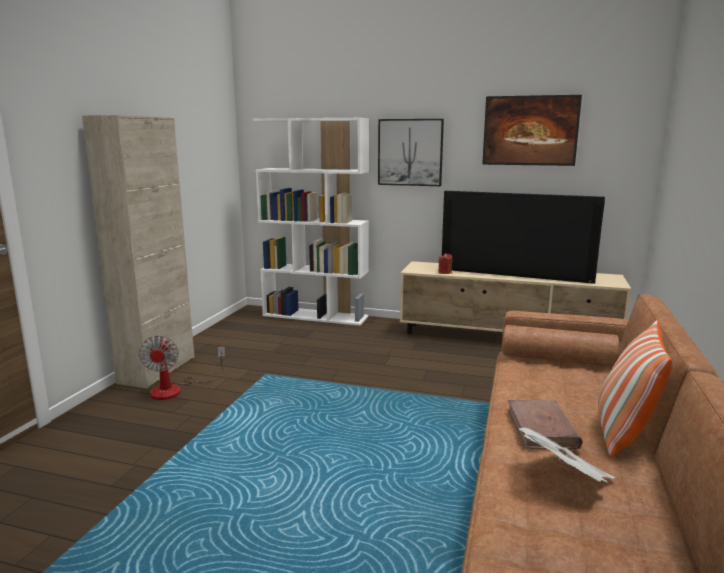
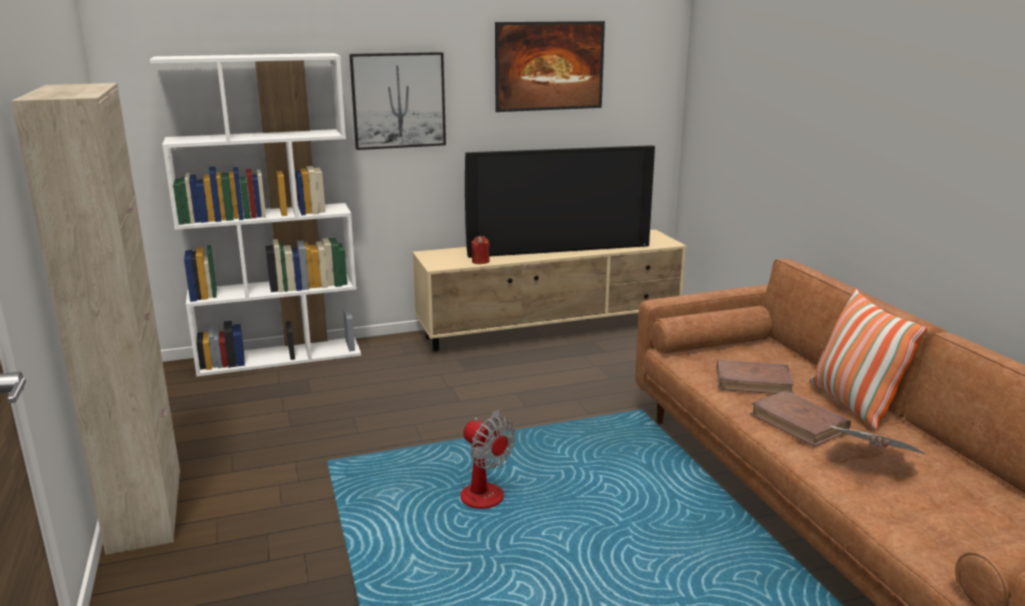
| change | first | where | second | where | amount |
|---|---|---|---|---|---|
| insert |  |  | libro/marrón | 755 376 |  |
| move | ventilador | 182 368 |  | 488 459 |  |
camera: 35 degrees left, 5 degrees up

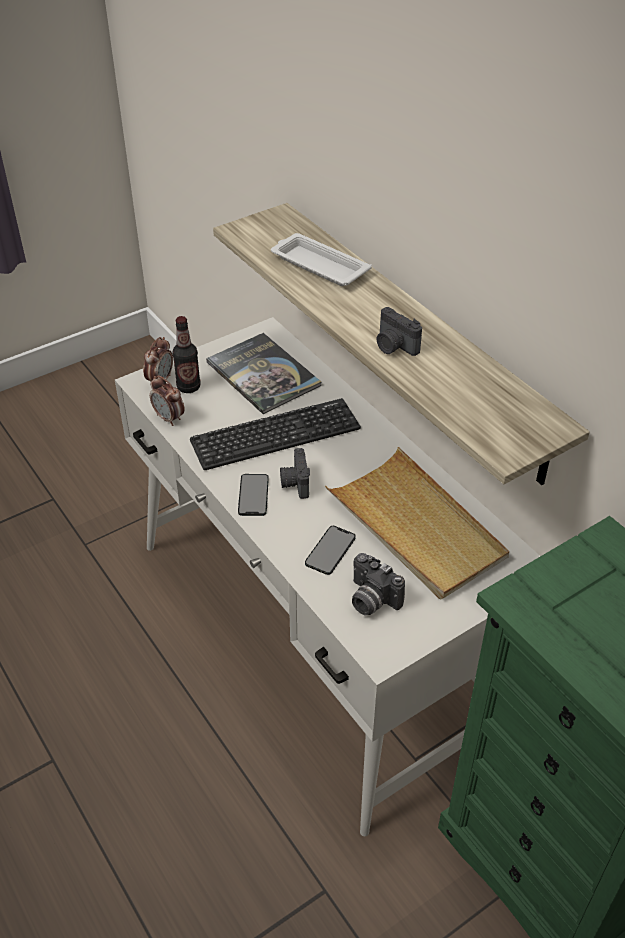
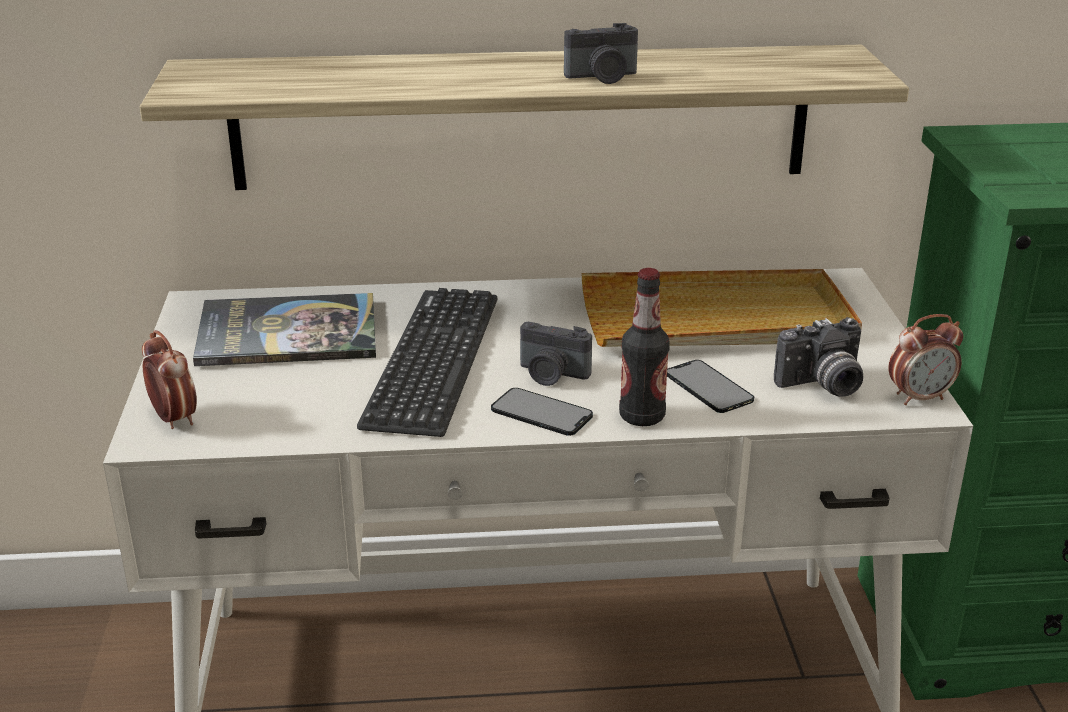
| change | first | where | second | where | amount |
|---|---|---|---|---|---|
| delete | bandeja/blanco | 321 259 |  |  |  |
| move | despertador | 167 400 |  | 925 359 |  |
| move | botella | 186 354 |  | 644 347 |  |
camera: 60 degrees left, 15 degrees down

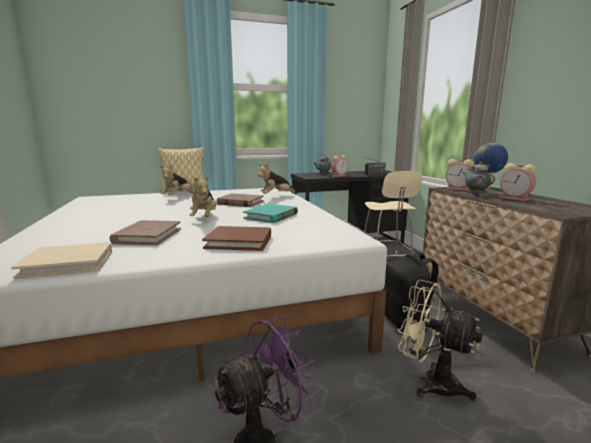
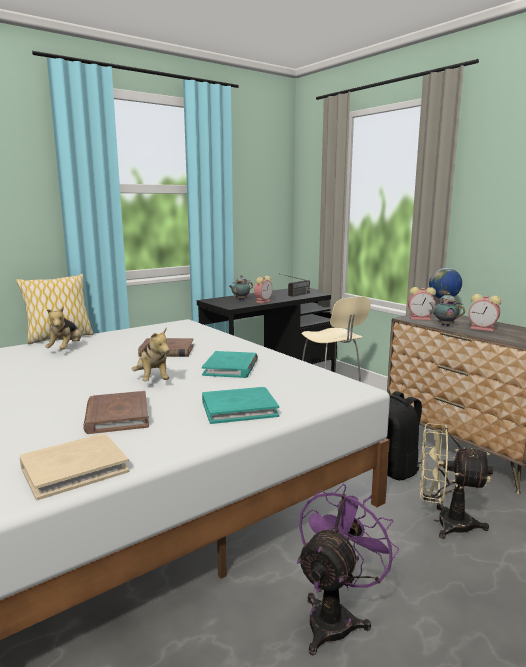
| change | first | where | second | where | amount |
|---|---|---|---|---|---|
| delete | peluche | 277 178 |  |  |  |
| recolor | libro/marrón | 236 238 | libro/turquesa | 240 405 |  |
camera: 20 degrees left, 0 degrees up

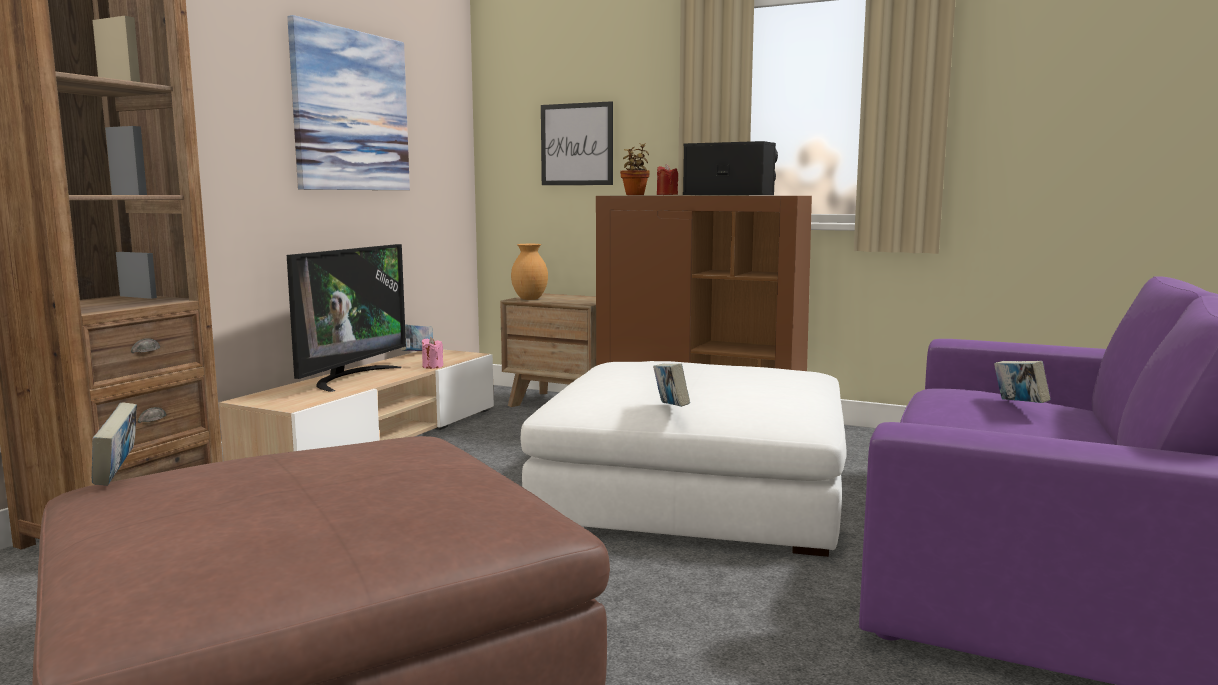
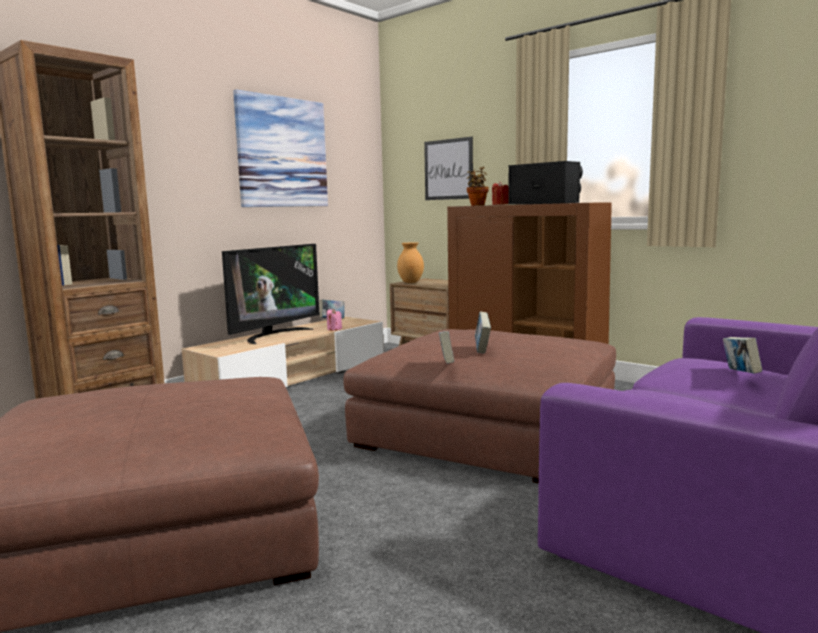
| change | first | where | second | where | amount |
|---|---|---|---|---|---|
| move | libro | 114 444 |  | 483 332 |  |
| recolor | puf/blanco | 684 459 | puf/marrón | 480 406 |  |
camera: 15 degrees right, 0 degrees up

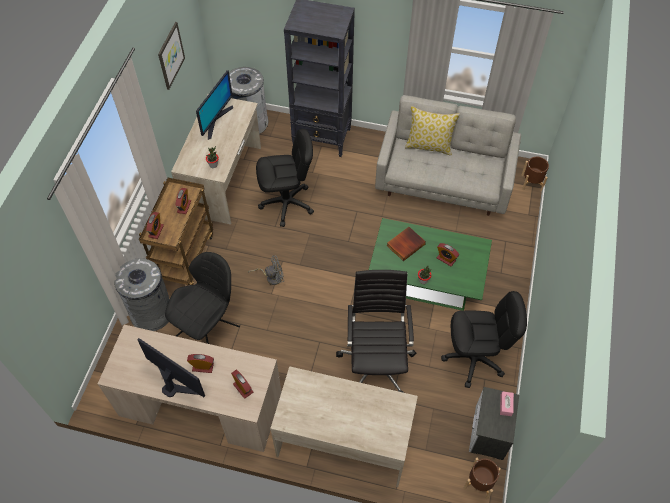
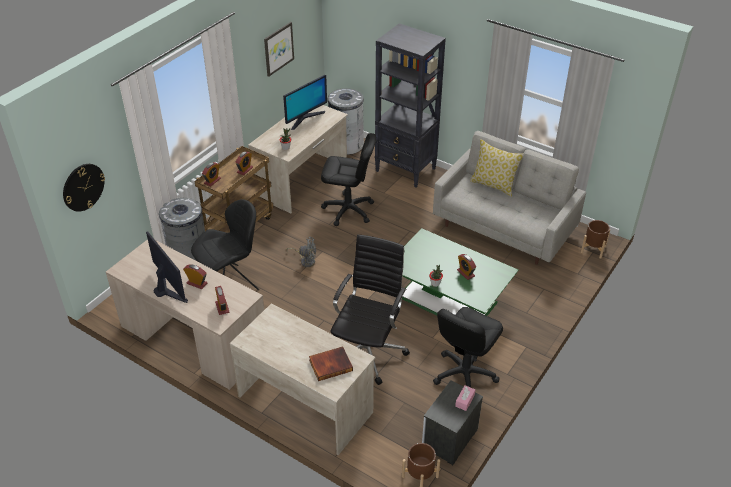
| change | first | where | second | where | amount |
|---|---|---|---|---|---|
| insert |  |  | reloj de pared | 84 188 |  |
| move | libro | 406 244 |  | 331 363 |  |
| rotate | silla de oficina/negro | 484 339 |  | 468 347 | 105 degrees clockwise |
camera: 20 degrees right, 15 degrees down

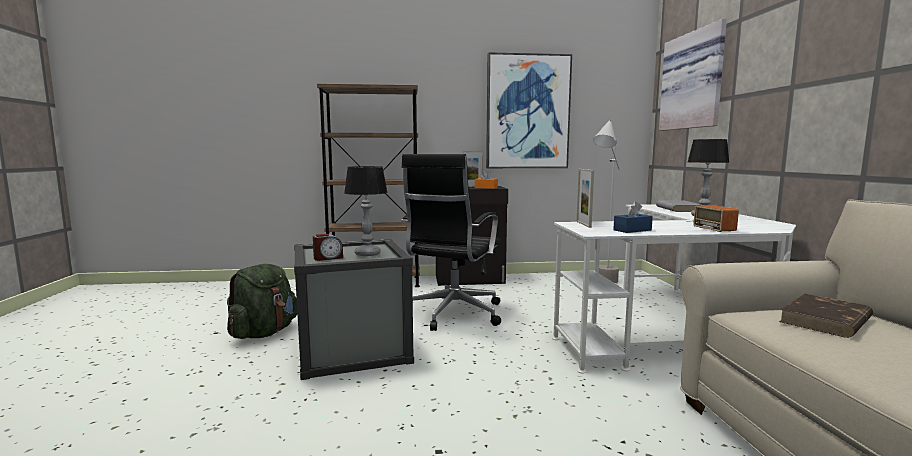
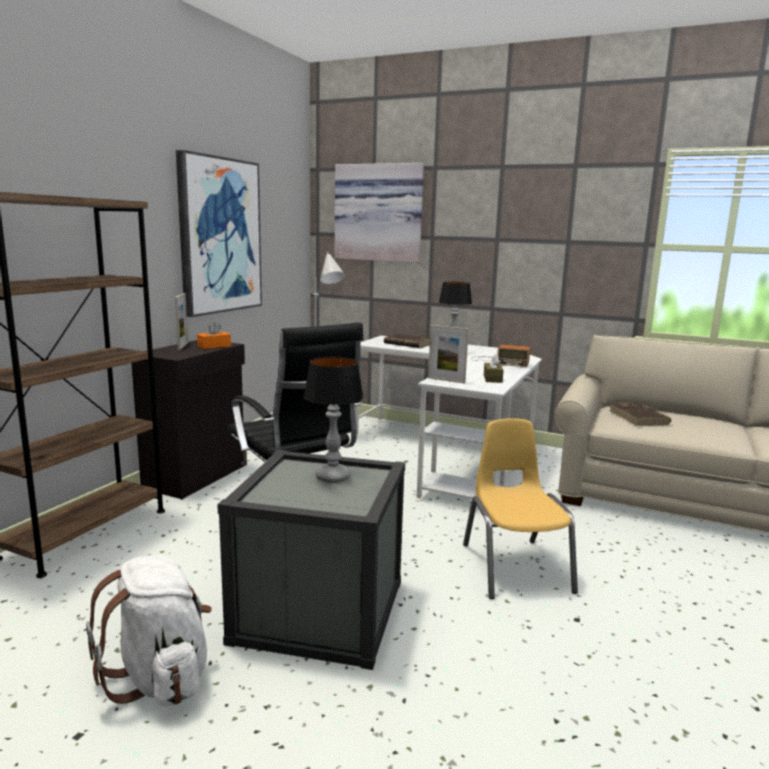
| change | first | where | second | where | amount |
|---|---|---|---|---|---|
| delete | despertador | 328 247 |  |  |  |
| insert |  |  | silla/amarillo | 520 508 |  |
| recolor | mochila/verde | 262 301 | mochila/blanco | 149 630 |  |
| recolor | caja de pañuelos/azul | 633 217 | caja de pañuelos/marrón | 494 368 |  |
| recolor | libro/gris | 678 206 | libro/marrón | 407 341 |  |
camera: 60 degrees left, 5 degrees up

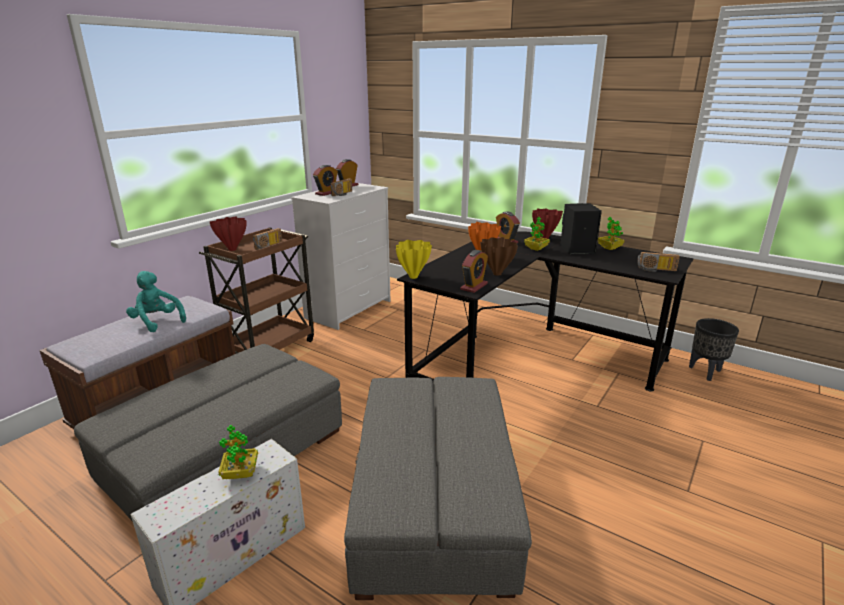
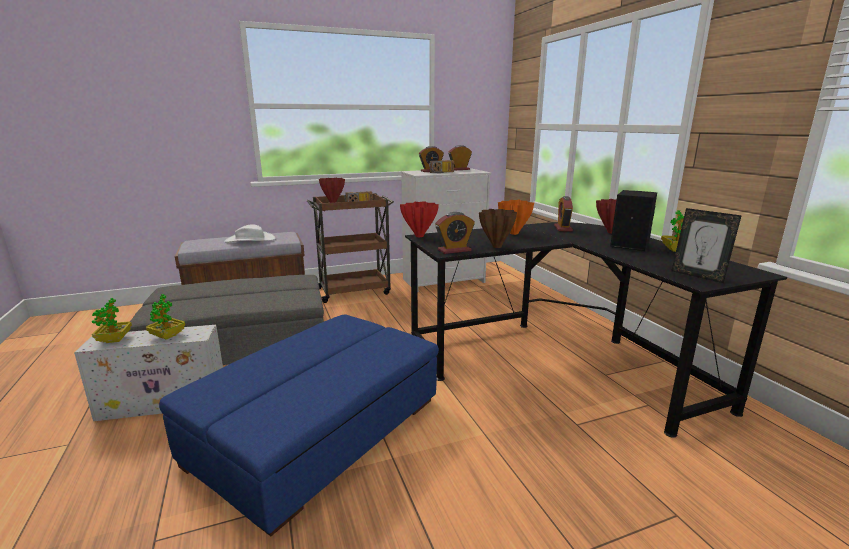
| change | first | where | second | where | amount |
|---|---|---|---|---|---|
| delete | maceta/negro | 714 349 |  |  |  |
| move | planta en maceta | 537 234 |  | 112 320 |  |
| replace | peluche/turquesa | 156 301 | sombrero/blanco | 250 233 |  |
| replace | radio | 658 262 | portarretratos | 706 245 |  |
| recolor | puf/gris | 438 488 | puf/azul | 299 425 |  |
| recolor | florero/amarillo | 414 259 | florero/rojo | 419 219 |  |
camera: 35 degrees right, 5 degrees down

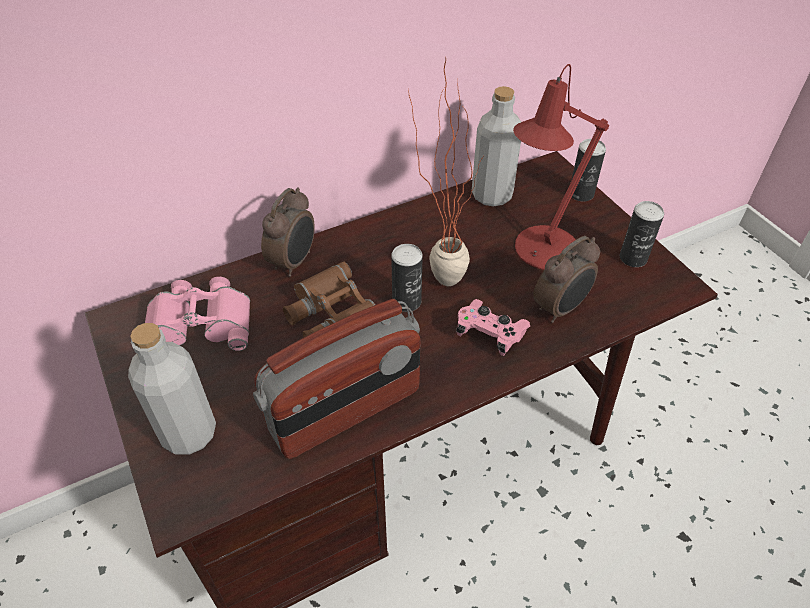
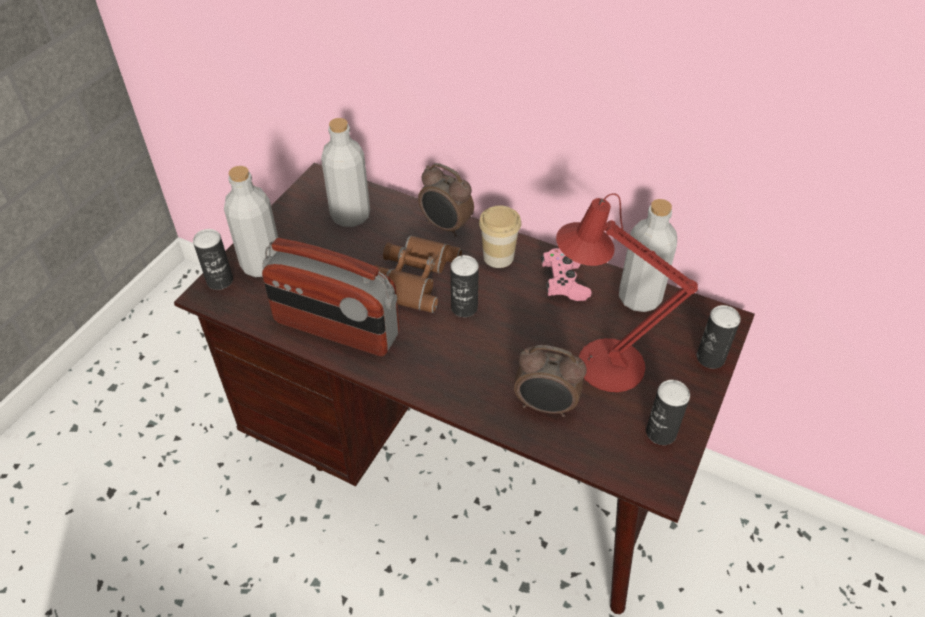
| change | first | where | second | where | amount |
|---|---|---|---|---|---|
| delete | planta en maceta | 445 171 |  |  |  |
| insert |  |  | lata | 213 259 |  |
| insert |  |  | taza | 500 236 |  |
| move | mando de consola/rosa | 493 327 |  | 566 274 |  |
| replace | prismáticos/rosa | 197 314 | botella/gris | 345 172 |  |
| rotate | despertador | 288 232 |  | 446 200 | 45 degrees clockwise |
camera: 55 degrees right, 0 degrees up

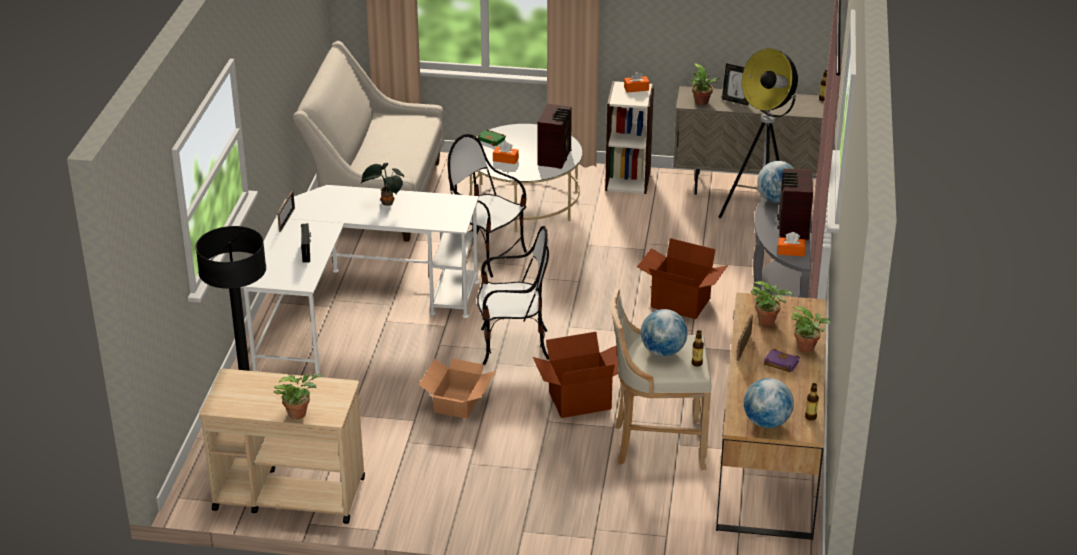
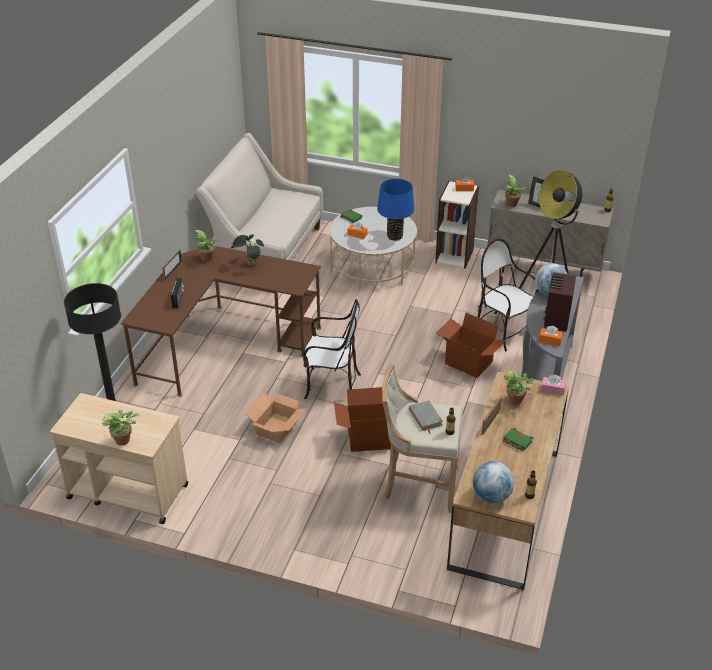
| change | first | where | second | where | amount |
|---|---|---|---|---|---|
| insert |  |  | caja de pañuelos/rosa | 553 385 |  |
| move | silla | 487 205 |  | 508 295 |  |
| move | planta en maceta | 810 329 |  | 205 246 |  |
| replace | radio | 554 136 | lámpara de mesa/azul | 395 210 |  |
| replace | globo terráqueo | 664 332 | libro/gris | 426 417 |  |
| recolor | escritorio/blanco | 360 279 | escritorio/marrón | 221 321 |  |
| recolor | libro/morado | 782 360 | libro/verde | 518 439 |  |
camera: 10 degrees right, 5 degrees up

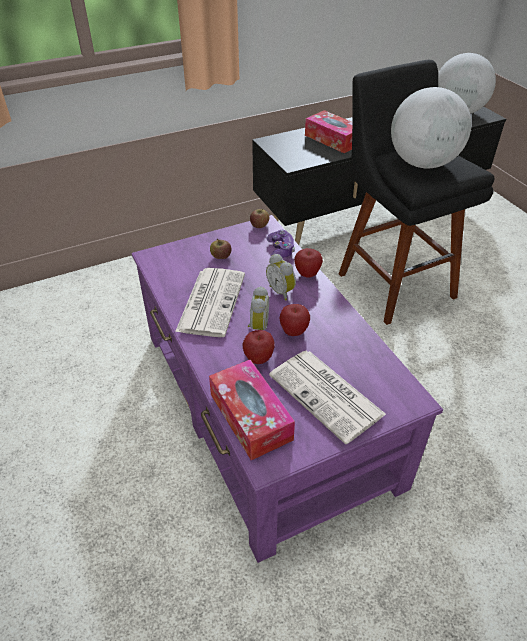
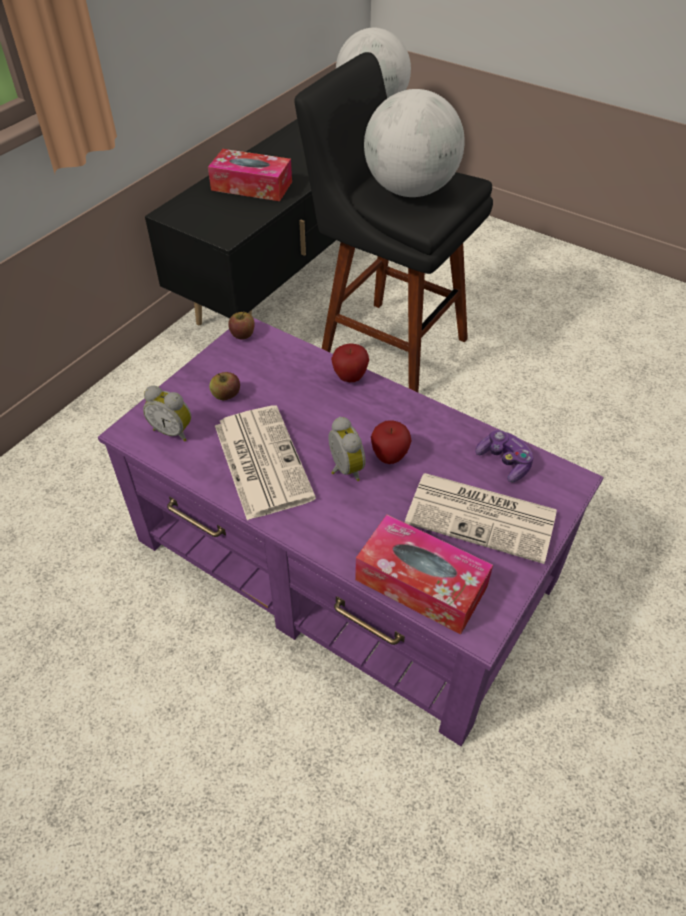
| change | first | where | second | where | amount |
|---|---|---|---|---|---|
| delete | manzana | 259 347 |  |  |  |
| move | mando de consola | 280 244 |  | 504 456 |  |
| move | despertador | 281 277 |  | 167 414 |  |
camera: 30 degrees left, 5 degrees up

